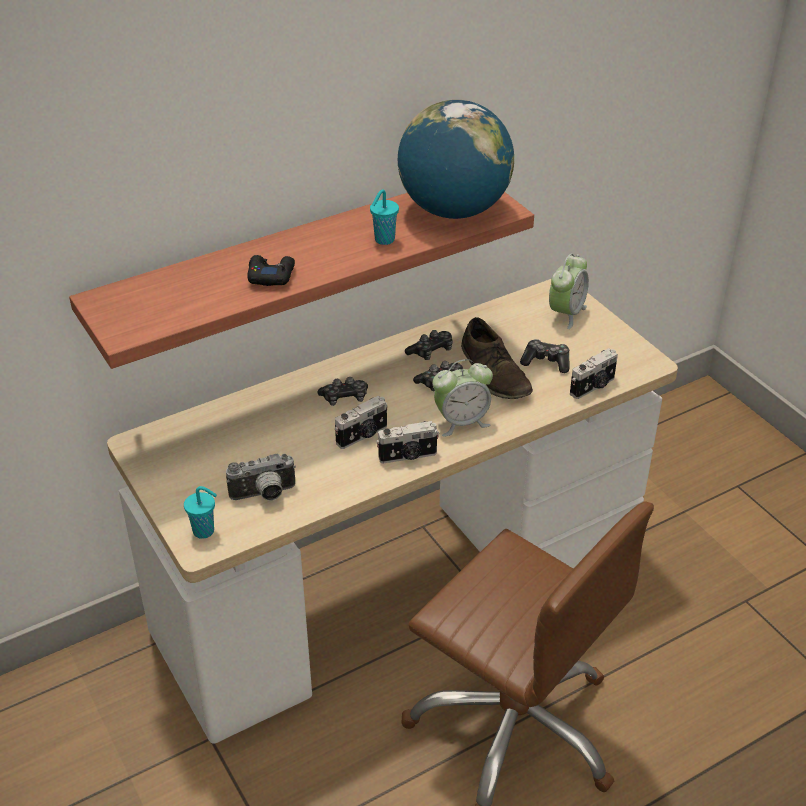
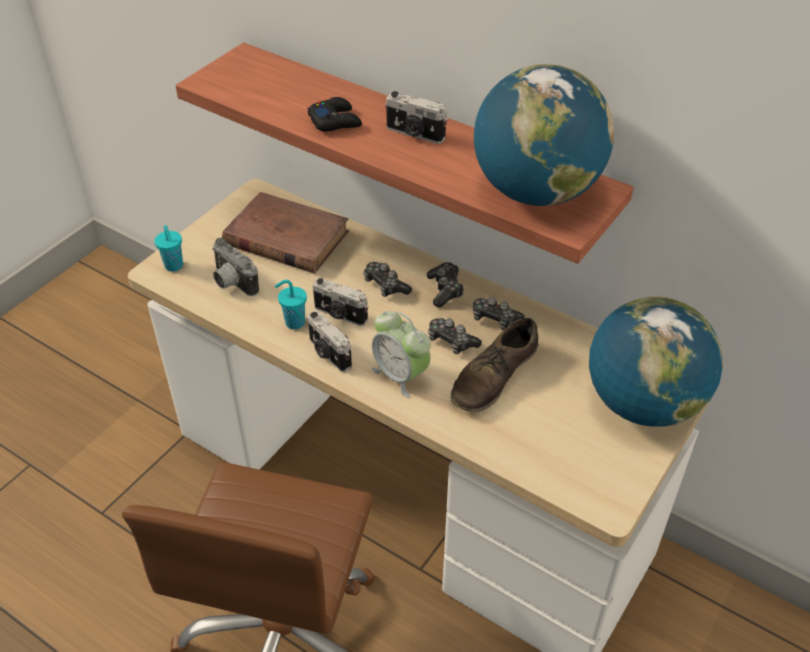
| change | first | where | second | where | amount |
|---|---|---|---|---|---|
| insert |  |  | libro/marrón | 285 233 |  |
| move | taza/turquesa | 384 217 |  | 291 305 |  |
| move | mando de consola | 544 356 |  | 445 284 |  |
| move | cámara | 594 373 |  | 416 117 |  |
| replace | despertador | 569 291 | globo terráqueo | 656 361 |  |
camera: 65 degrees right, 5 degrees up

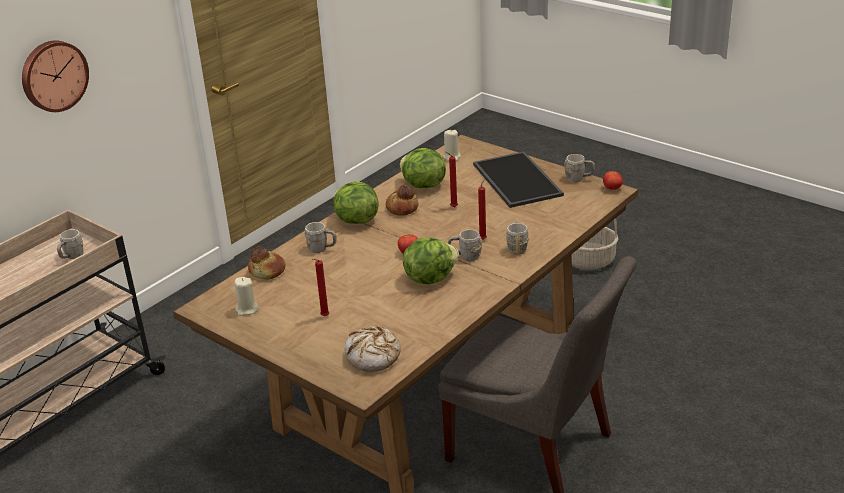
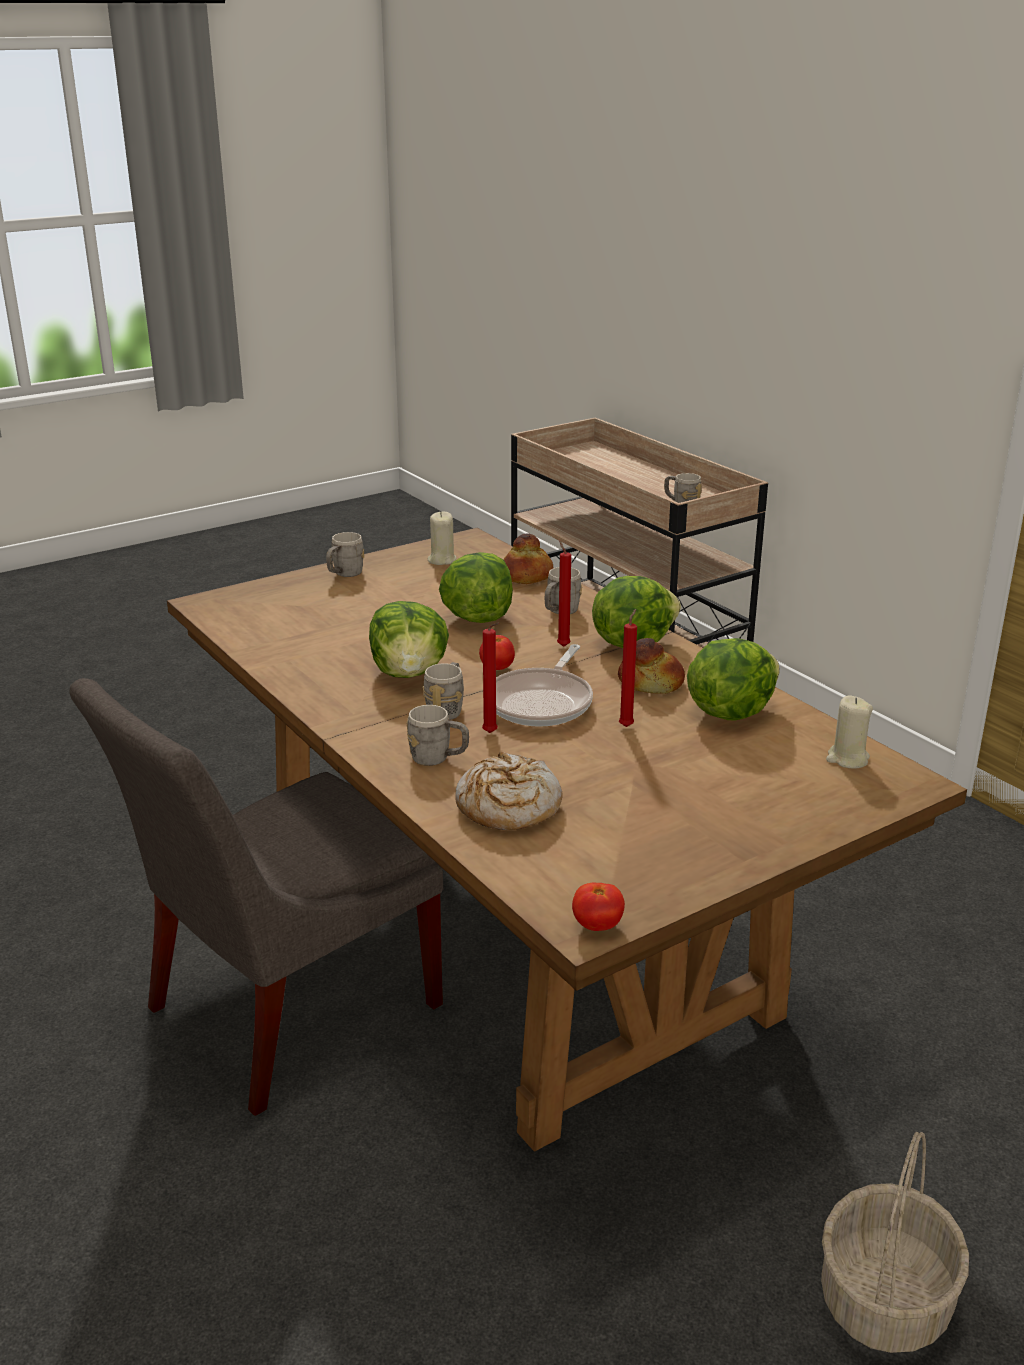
| change | first | where | second | where | amount |
|---|---|---|---|---|---|
| delete | reloj de pared | 55 76 |  |  |  |
| delete | bandeja | 518 180 |  |  |  |
| insert |  |  | lechuga | 476 587 |  |
| insert |  |  | sartén | 544 685 |  |
| move | vela/rojo | 320 287 |  | 564 593 |  |
| move | pan | 373 349 |  | 508 791 |  |
| move | taza grande/gris | 579 168 |  | 345 554 |  |
camera: 105 degrees right, 5 degrees down

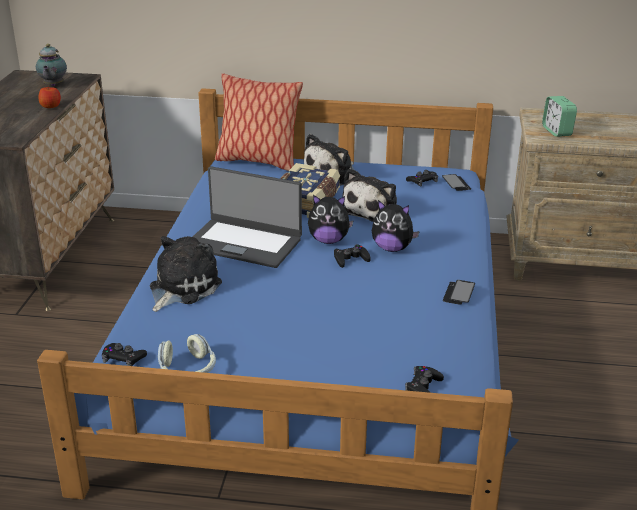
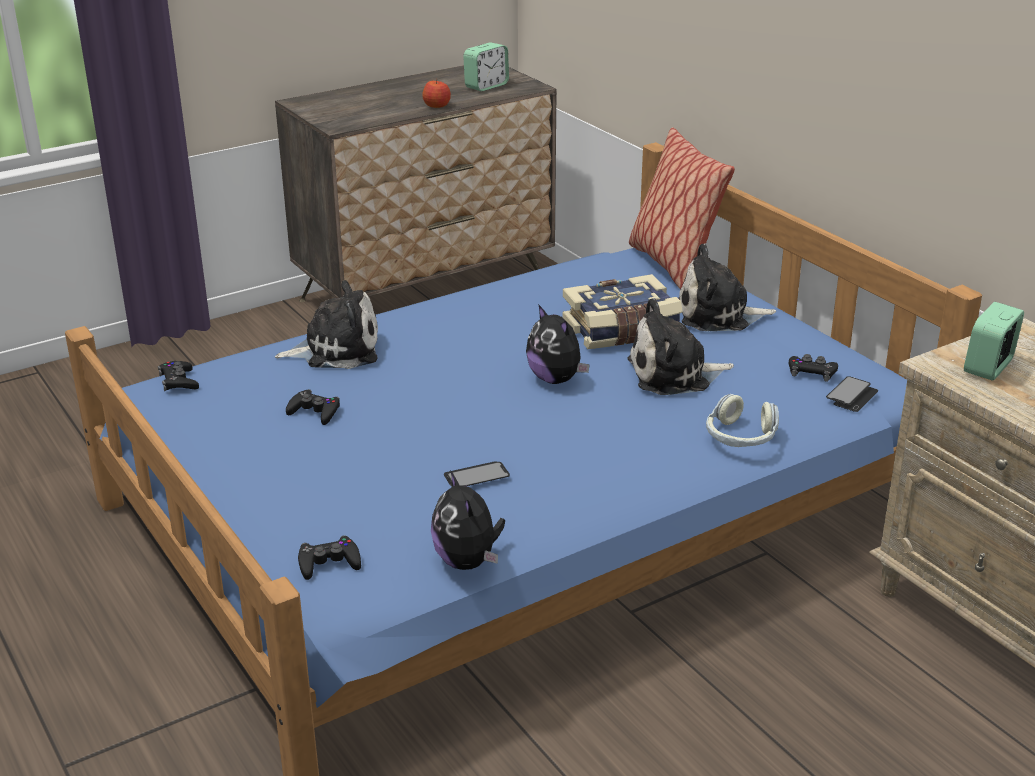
| change | first | where | second | where | amount |
|---|---|---|---|---|---|
| delete | portátil | 247 217 |  |  |  |
| move | auriculares | 187 353 |  | 742 420 |  |
| move | mando de consola/negro | 352 256 |  | 313 407 |  |
| move | peluche | 396 226 |  | 468 520 |  |
| move | móvil | 459 292 |  | 477 474 |  |
| replace | tetera | 51 65 | despertador | 486 66 |  |
camera: 50 degrees right, 0 degrees up

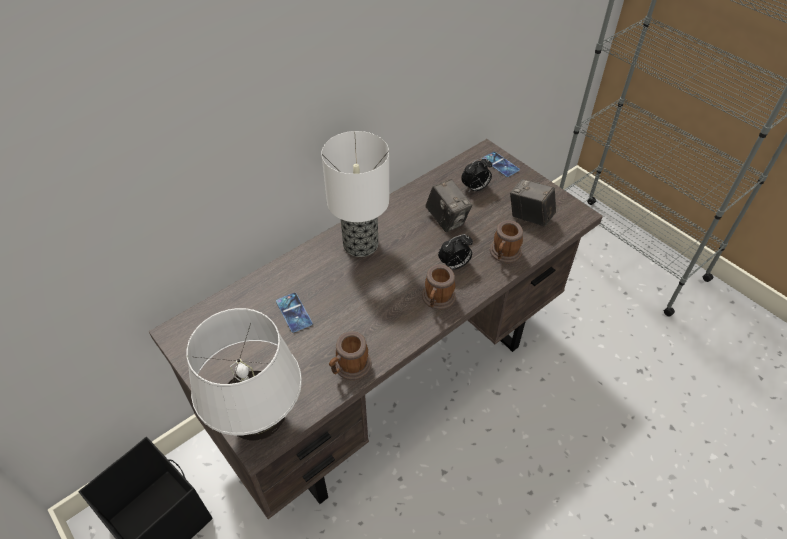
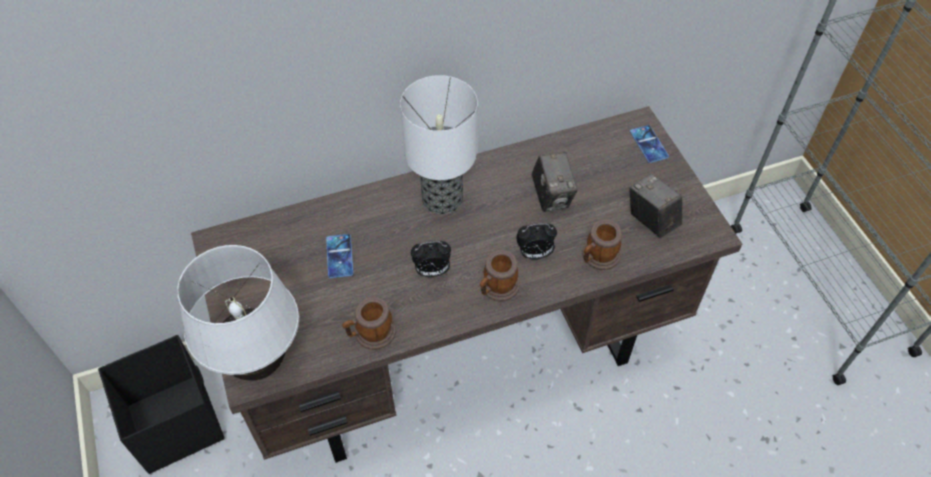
| change | first | where | second | where | amount |
|---|---|---|---|---|---|
| move | despertador | 476 175 |  | 431 259 |  |
camera: 20 degrees right, 5 degrees up

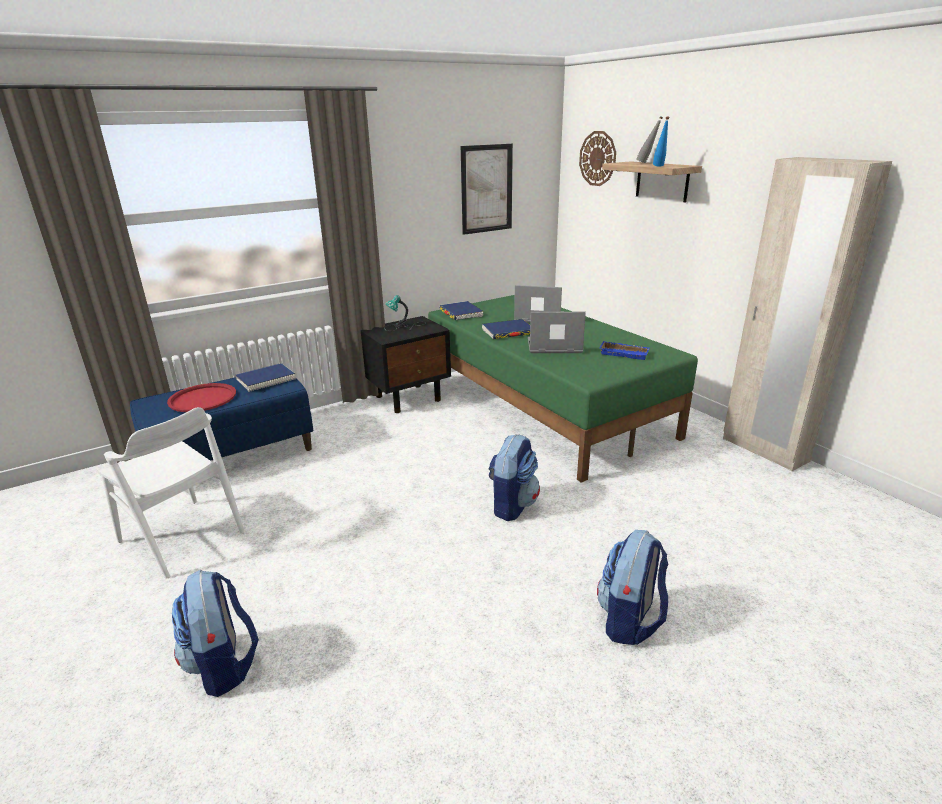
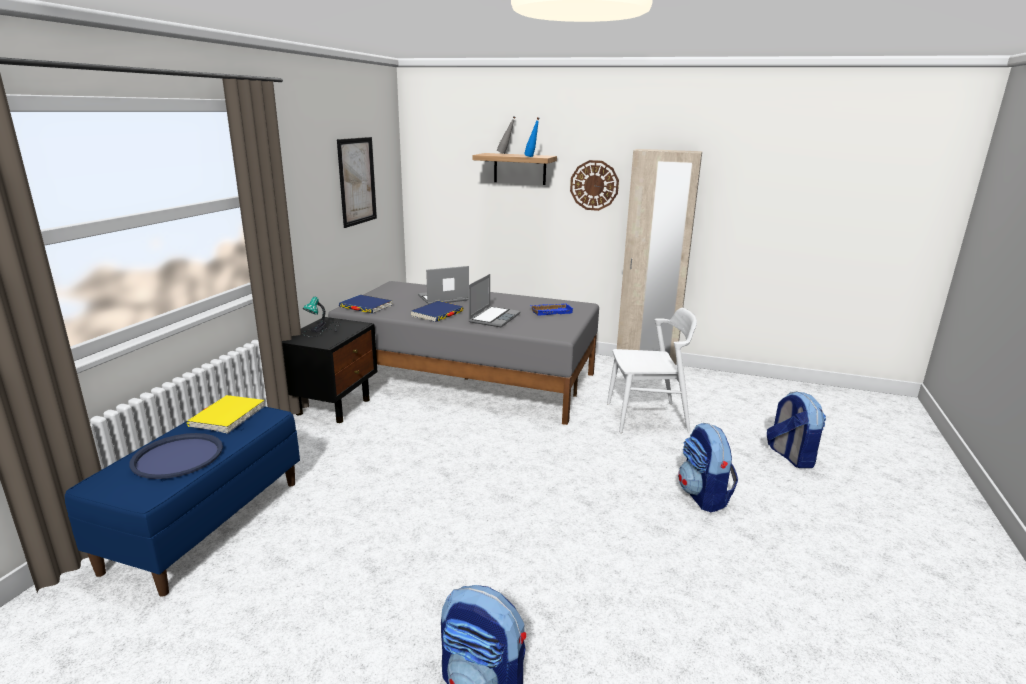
| change | first | where | second | where | amount |
|---|---|---|---|---|---|
| move | silla/blanco | 171 492 |  | 652 370 |  |
| move | mochila | 514 477 |  | 796 429 |  |
| move | reloj de pared | 597 158 |  | 594 185 |  |
| recolor | bandeja/rojo | 201 397 | bandeja/azul | 176 456 |  |
| recolor | libro/azul | 265 377 | libro/amarillo | 225 414 |  |
| recolor | cama/verde | 563 389 | cama/gris | 463 353 |  |
| rotate | portátil | 557 332 |  | 494 300 | 150 degrees clockwise |
camera: 40 degrees left, 5 degrees down

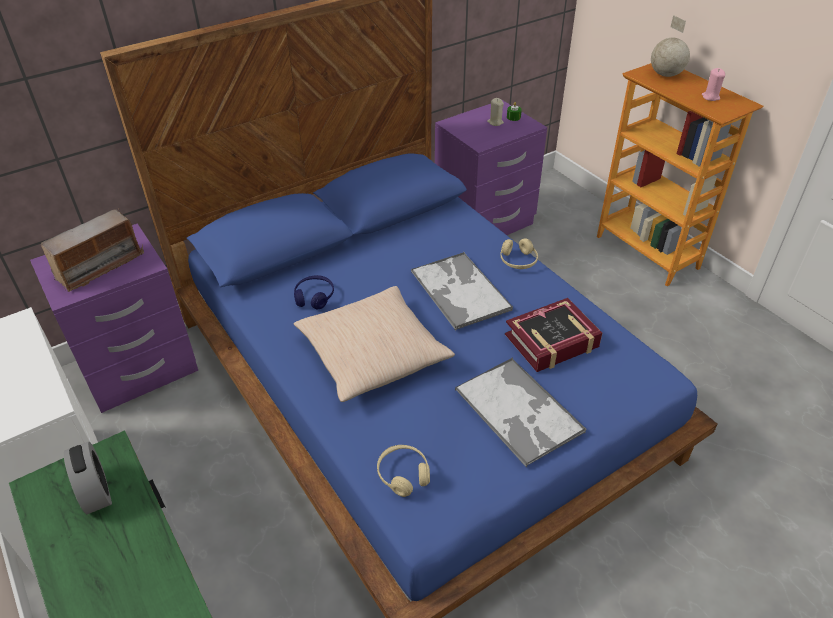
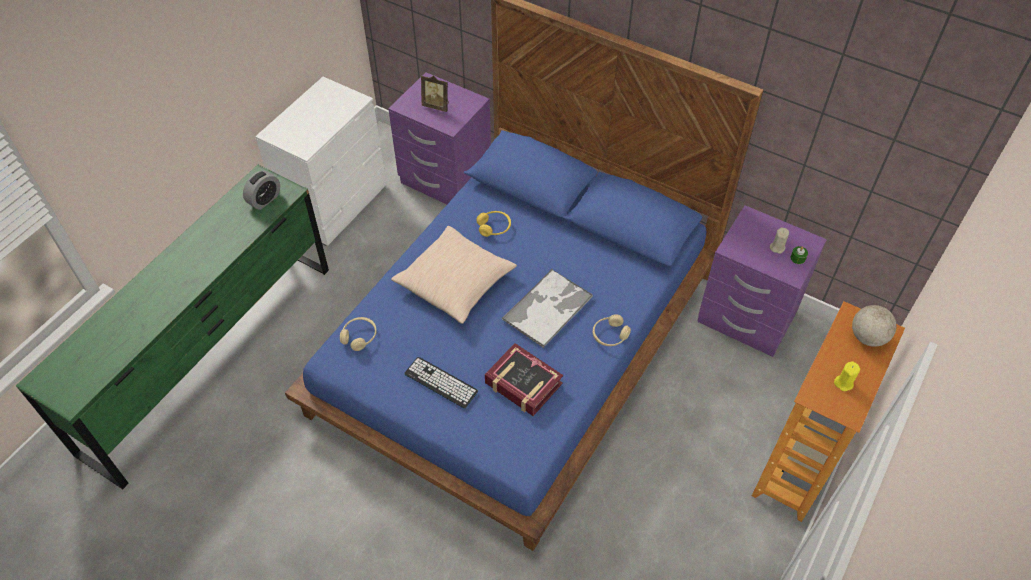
| change | first | where | second | where | amount |
|---|---|---|---|---|---|
| replace | radio | 92 250 | portarretratos | 435 93 |  |
| replace | bandeja | 520 413 | teclado | 441 382 |  |
| recolor | auriculares/azul | 314 292 | auriculares/amarillo | 493 224 |  |
| recolor | vela/rosa | 713 84 | vela/amarillo | 847 376 |  |
camera: 65 degrees right, 10 degrees up

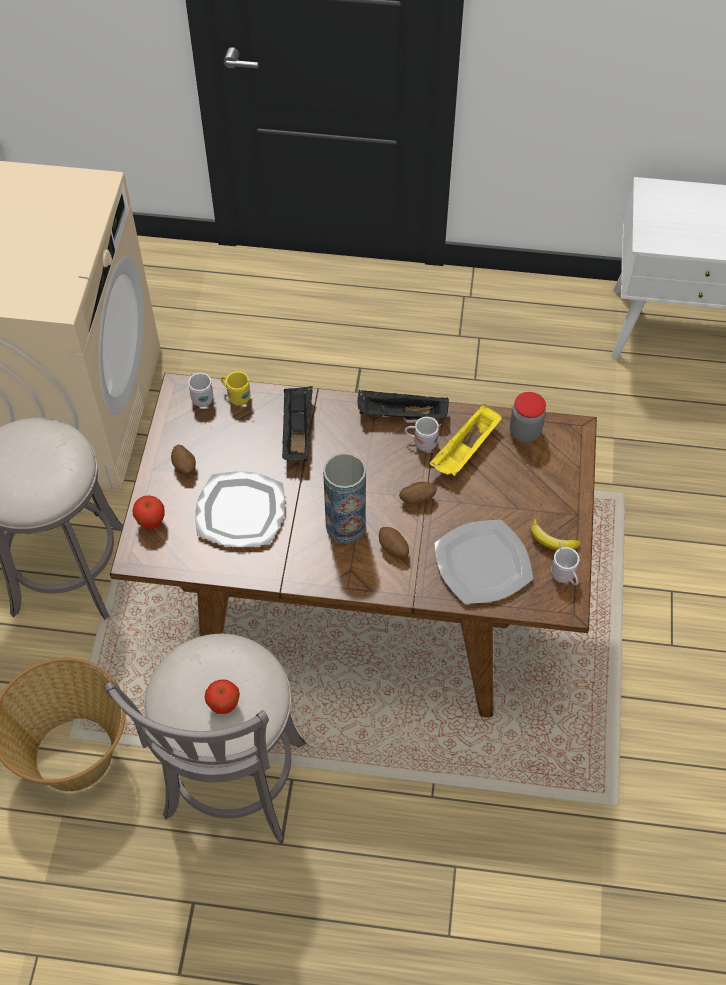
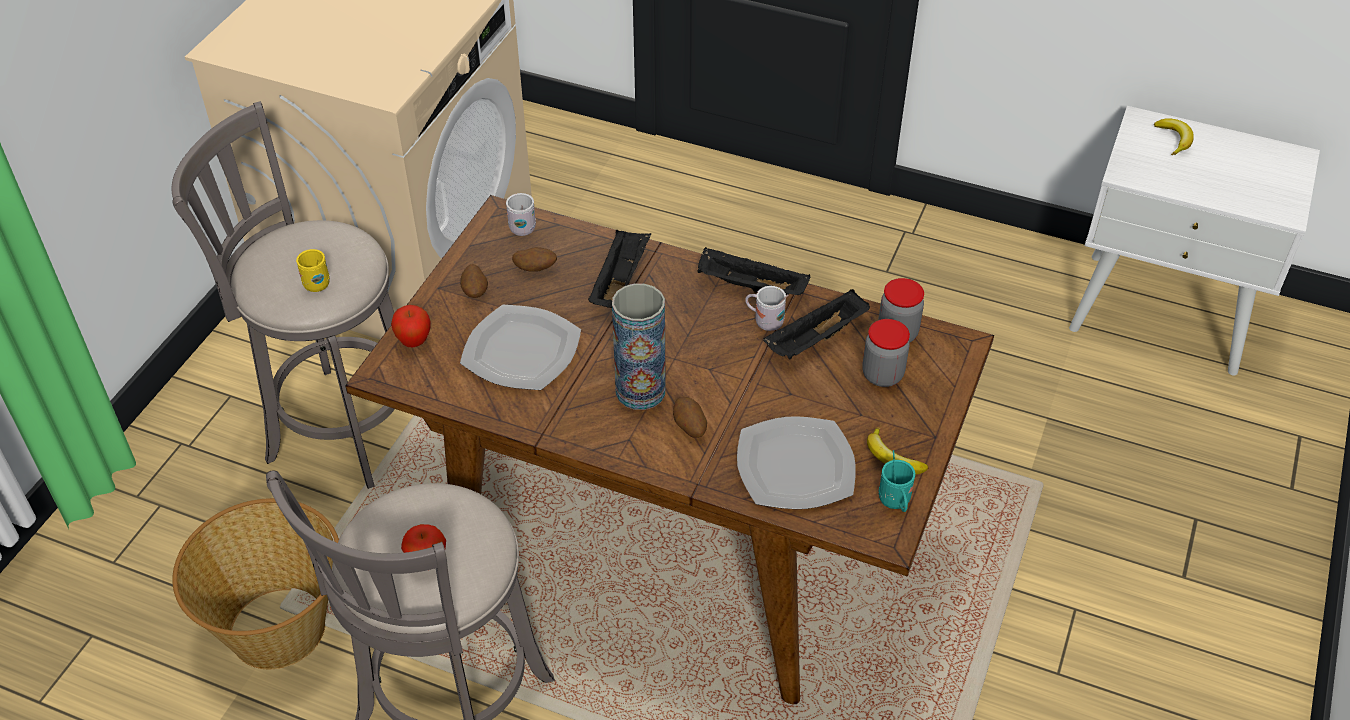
| change | first | where | second | where | amount |
|---|---|---|---|---|---|
| insert |  |  | tarro | 886 353 |  |
| insert |  |  | plátano | 1174 137 |  |
| move | taza grande/amarillo | 236 388 |  | 313 270 |  |
| move | patata | 418 493 |  | 534 259 |  |
| recolor | bandeja/amarillo | 466 440 | bandeja/negro | 816 324 |  |
| recolor | taza grande/blanco | 565 564 | taza grande/turquesa | 897 481 |  |
camera: 15 degrees right, 10 degrees down

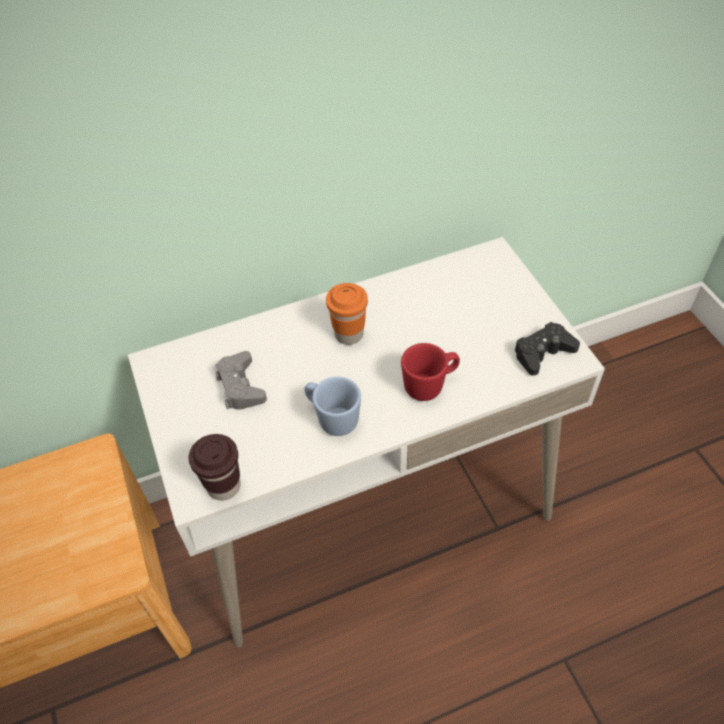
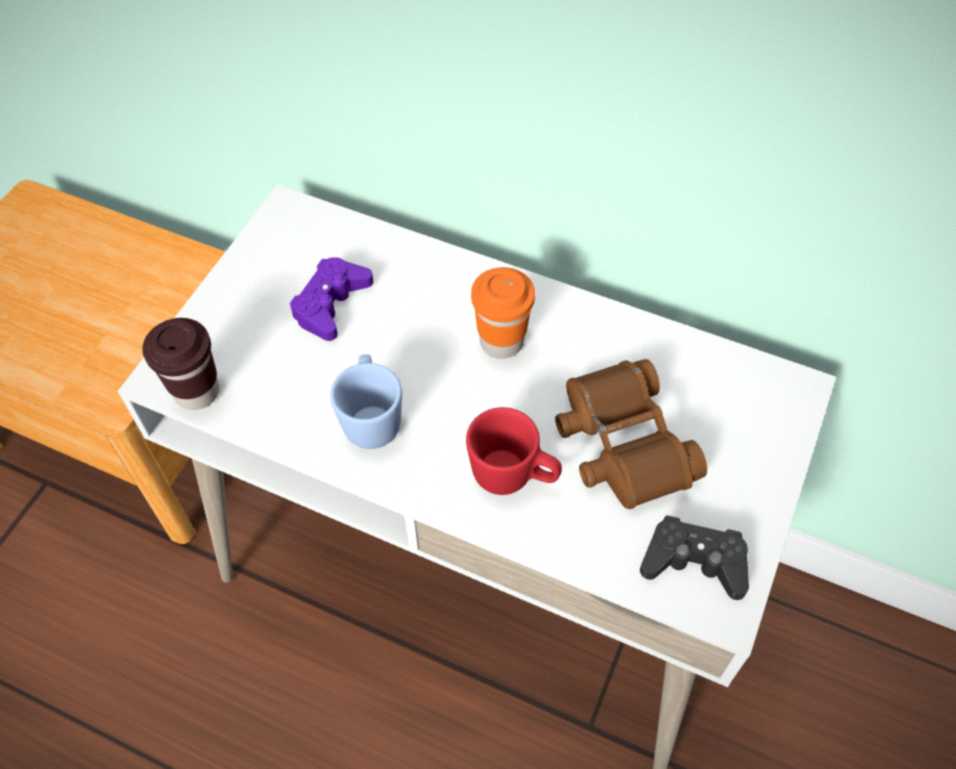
| change | first | where | second | where | amount |
|---|---|---|---|---|---|
| insert |  |  | prismáticos/marrón | 631 434 |  |
| recolor | mando de consola/gris | 240 380 | mando de consola/morado | 331 299 |  |
camera: 45 degrees right, 5 degrees up

